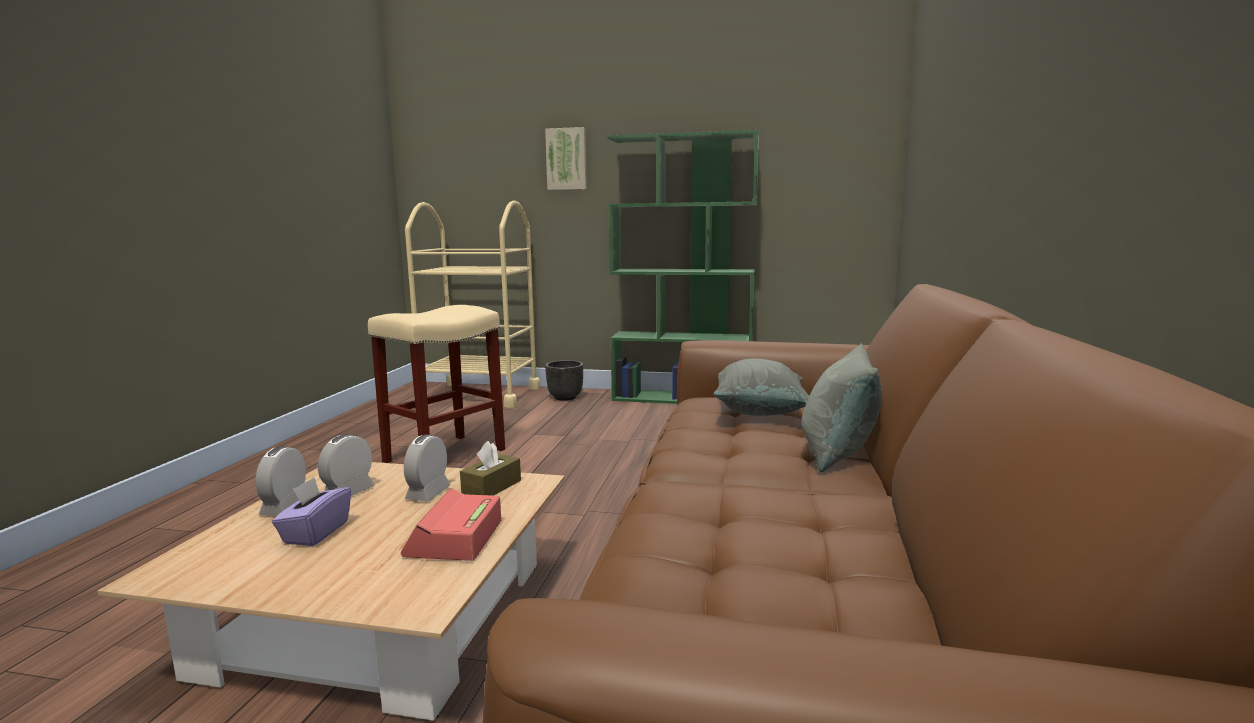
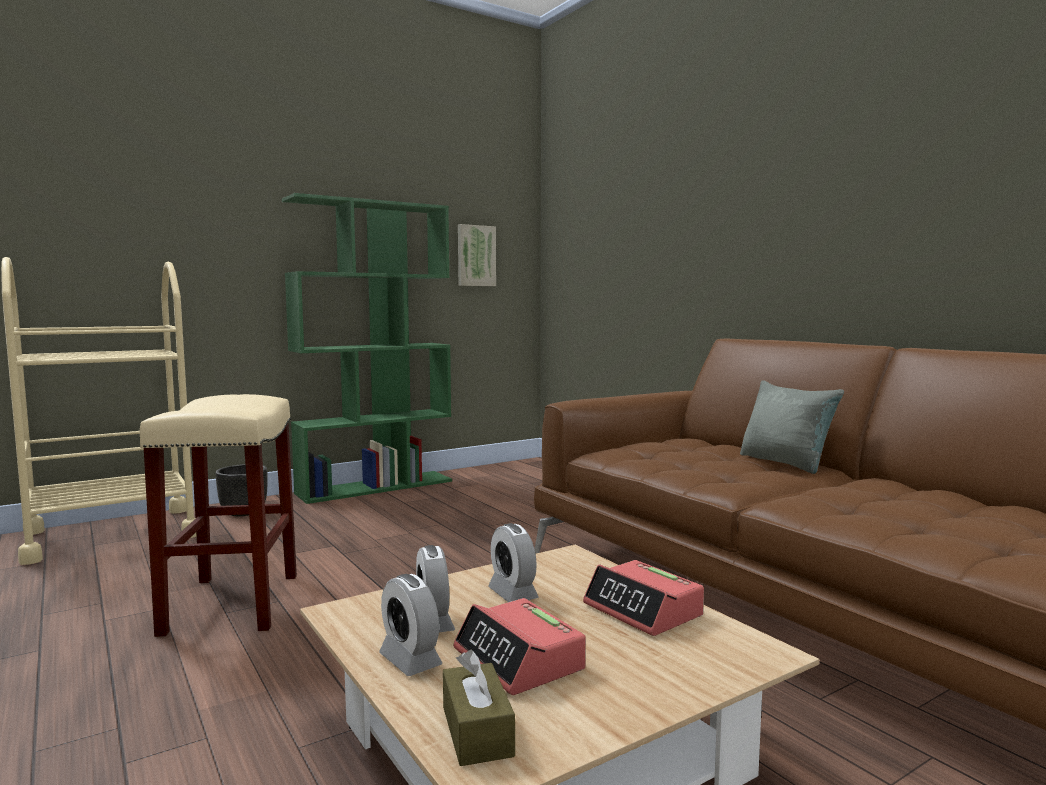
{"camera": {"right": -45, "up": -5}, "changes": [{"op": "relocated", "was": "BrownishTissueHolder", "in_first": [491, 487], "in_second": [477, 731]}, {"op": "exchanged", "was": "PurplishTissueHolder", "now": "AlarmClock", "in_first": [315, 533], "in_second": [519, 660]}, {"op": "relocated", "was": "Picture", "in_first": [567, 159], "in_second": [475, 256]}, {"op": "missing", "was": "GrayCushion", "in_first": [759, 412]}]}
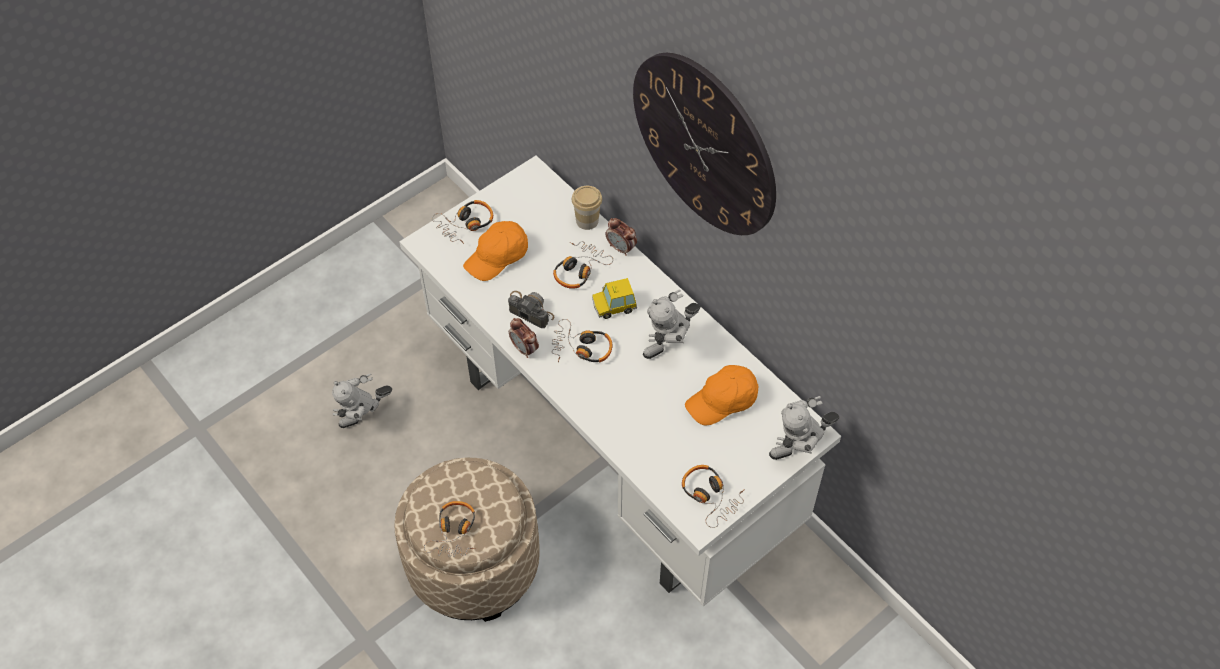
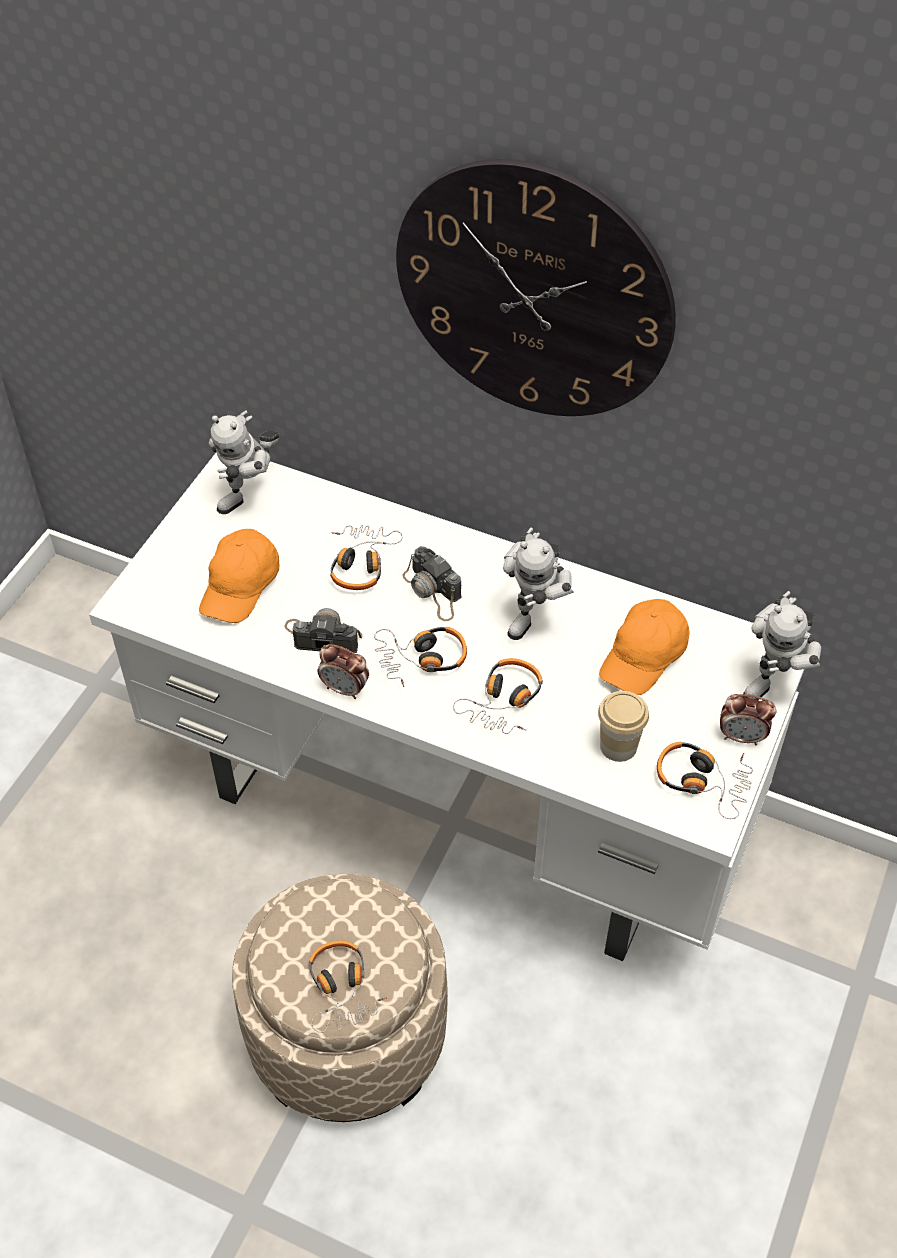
{"camera": {"right": -25, "up": -5}, "changes": [{"op": "relocated", "was": "ToyRobot", "in_first": [365, 419], "in_second": [251, 495]}, {"op": "exchanged", "was": "MiniatureCar", "now": "StillCamera", "in_first": [614, 306], "in_second": [433, 591]}, {"op": "relocated", "was": "Headset", "in_first": [466, 224], "in_second": [504, 702]}, {"op": "relocated", "was": "SmallCup", "in_first": [587, 220], "in_second": [618, 746]}, {"op": "relocated", "was": "AlarmClock", "in_first": [621, 248], "in_second": [742, 737]}]}
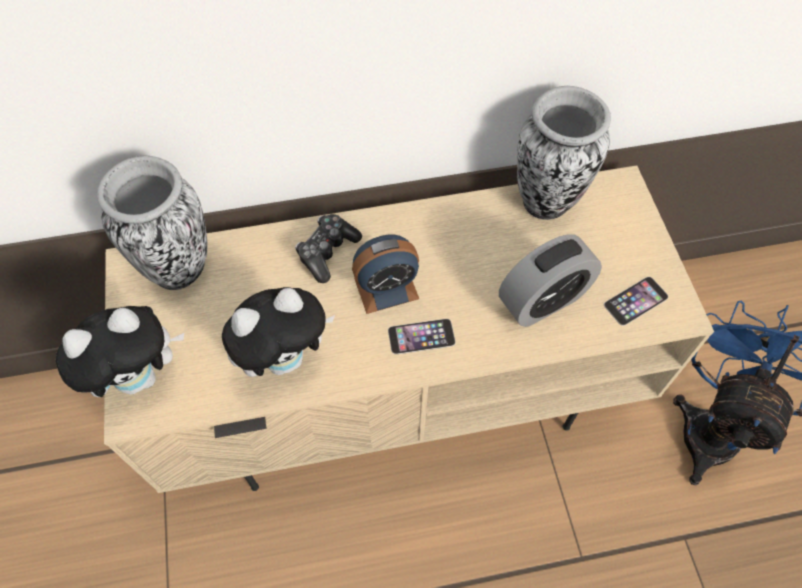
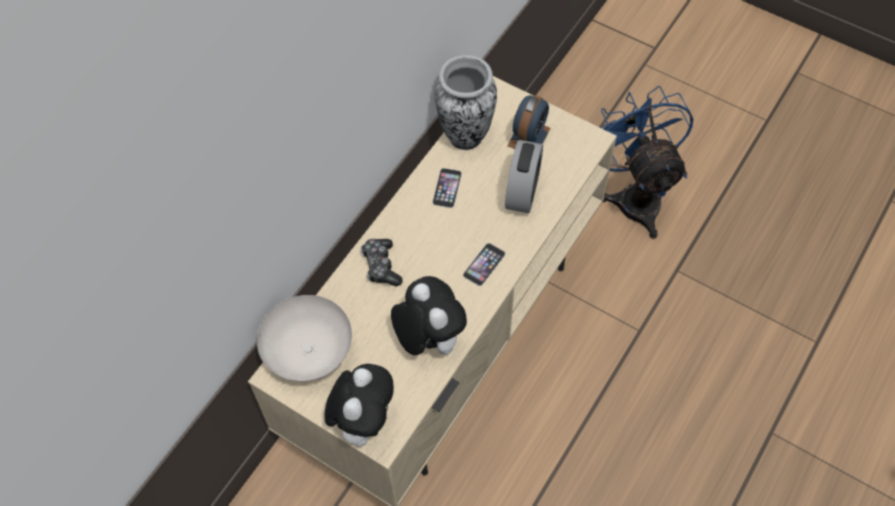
{"camera": {"right": -45, "up": 0}, "changes": [{"op": "exchanged", "was": "FlowerVase", "now": "WhitishServingBowl", "in_first": [179, 268], "in_second": [307, 350]}, {"op": "spun", "was": "CuddlyToy", "in_first": [286, 357], "in_second": [428, 339], "clockwise": -45}, {"op": "relocated", "was": "Handset", "in_first": [636, 301], "in_second": [447, 188]}, {"op": "relocated", "was": "AlarmClock", "in_first": [386, 288], "in_second": [529, 137]}]}
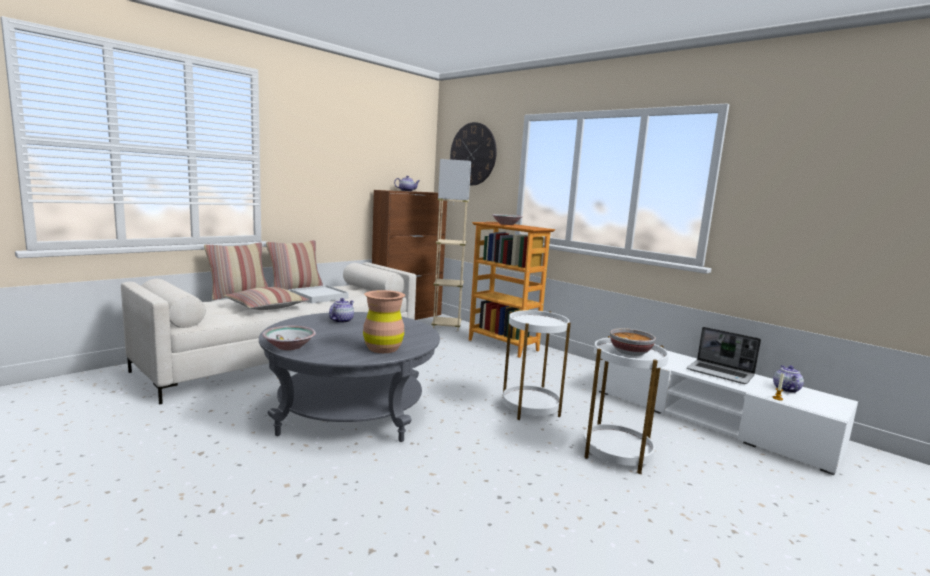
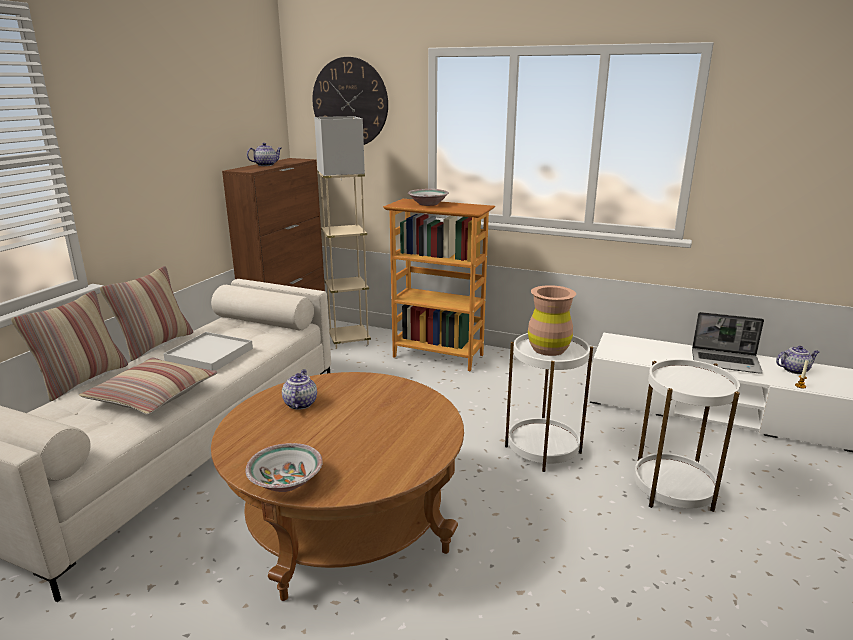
{"camera": {"right": -20, "up": 10}, "changes": [{"op": "colour", "was": "GrayLoungeTable", "now": "BrownishLoungeTable", "in_first": [351, 411], "in_second": [346, 521]}, {"op": "relocated", "was": "BrownishFlowerVase", "in_first": [383, 348], "in_second": [548, 349]}, {"op": "spun", "was": "Teapot", "in_first": [785, 389], "in_second": [794, 370], "clockwise": 90}, {"op": "missing", "was": "ServingBowl", "in_first": [630, 352]}]}
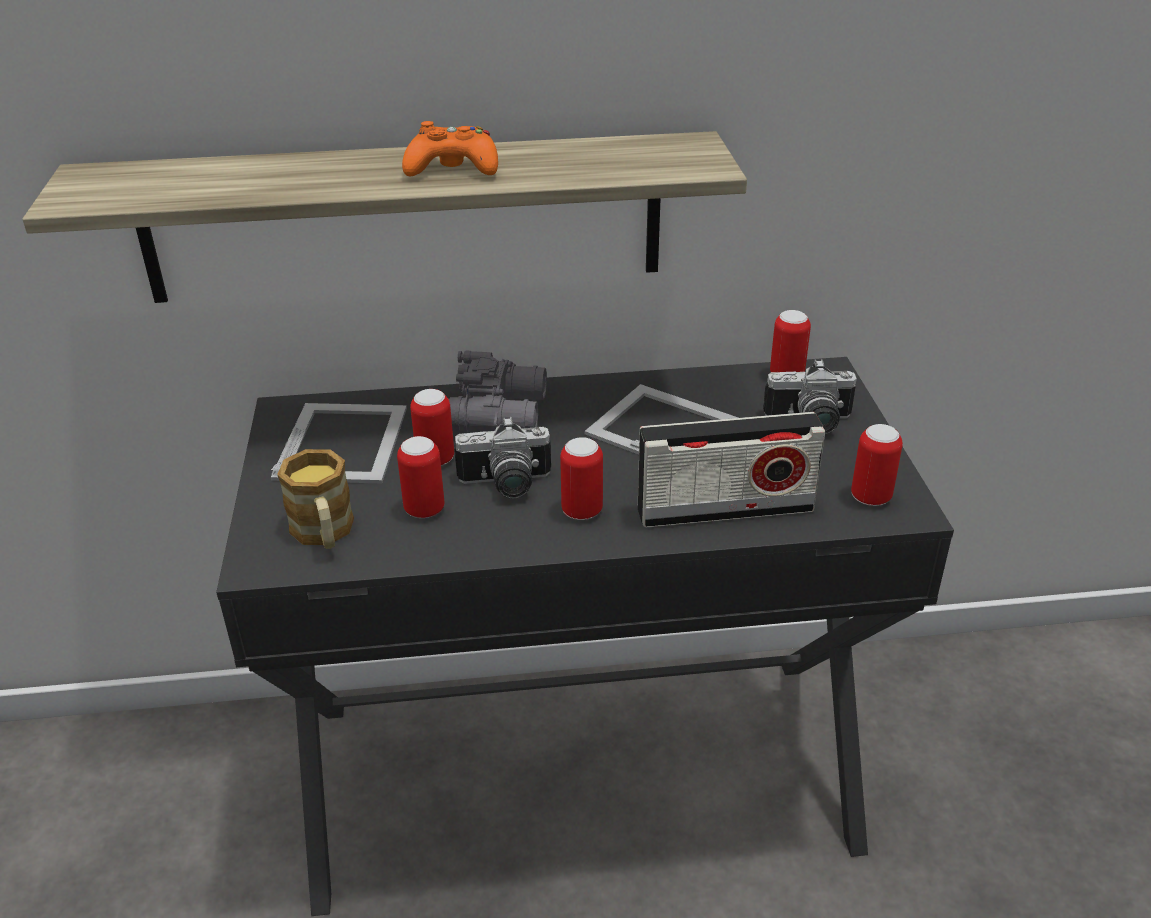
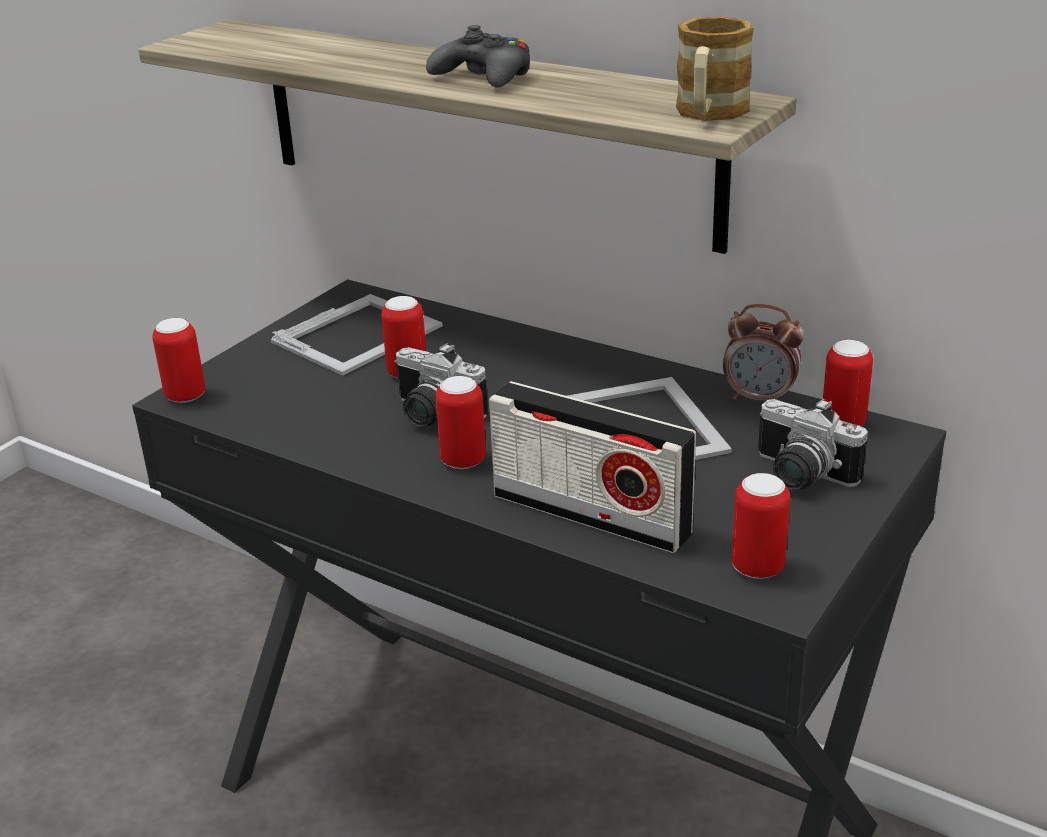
{"camera": {"right": 40, "up": -5}, "changes": [{"op": "relocated", "was": "MetalCan", "in_first": [424, 510], "in_second": [185, 396]}, {"op": "colour", "was": "OrangeyGameController", "now": "BlackColouredGameController", "in_first": [453, 168], "in_second": [484, 76]}, {"op": "relocated", "was": "TeaMug", "in_first": [324, 534], "in_second": [709, 114]}, {"op": "appeared", "now": "AlarmClock", "in_second": [760, 398]}, {"op": "missing", "was": "GrayBinoculars", "in_first": [502, 412]}]}
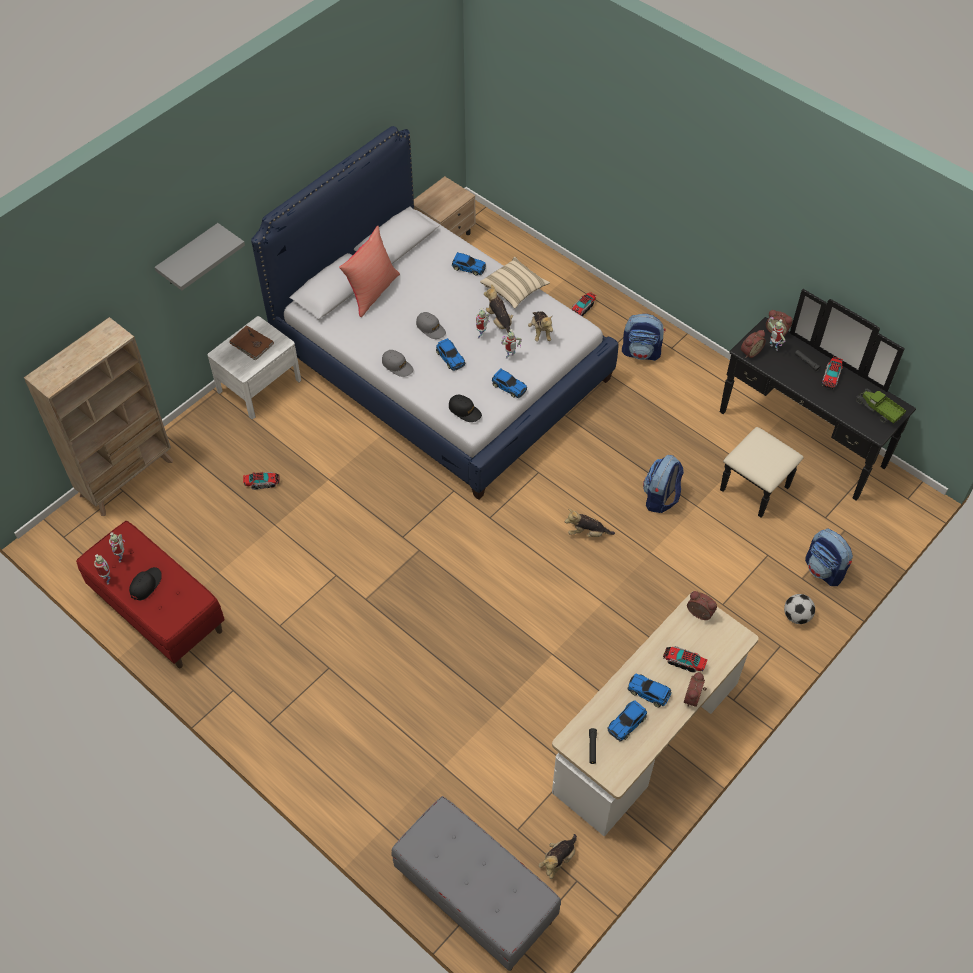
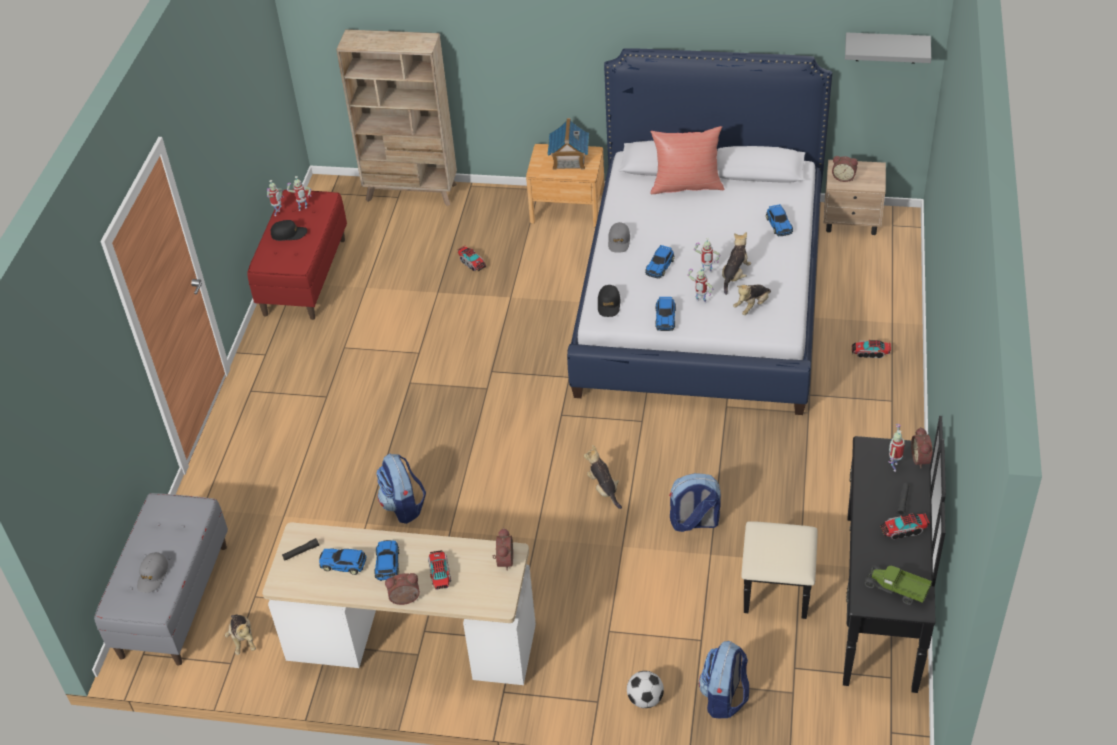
{"camera": {"right": 60, "up": -10}, "changes": [{"op": "relocated", "was": "GrayBaseballCap", "in_first": [431, 328], "in_second": [153, 575]}, {"op": "spun", "was": "CuddlyToy", "in_first": [558, 860], "in_second": [243, 639], "clockwise": -120}, {"op": "relocated", "was": "Backpack", "in_first": [641, 352], "in_second": [403, 506]}, {"op": "colour", "was": "WhitishBedsideTable", "now": "BrownishBedsideTable", "in_first": [259, 385], "in_second": [567, 208]}, {"op": "exchanged", "was": "BrownishBook", "now": "ModelHouse", "in_first": [251, 344], "in_second": [569, 160]}, {"op": "relocated", "was": "AlarmClock", "in_first": [750, 351], "in_second": [843, 177]}, {"op": "relocated", "was": "GrayWallShelf", "in_first": [189, 256], "in_second": [886, 48]}, {"op": "spun", "was": "ToyLorry", "in_first": [878, 410], "in_second": [896, 590], "clockwise": -75}, {"op": "missing", "was": "BeigeColouredCushion", "in_first": [514, 289]}]}
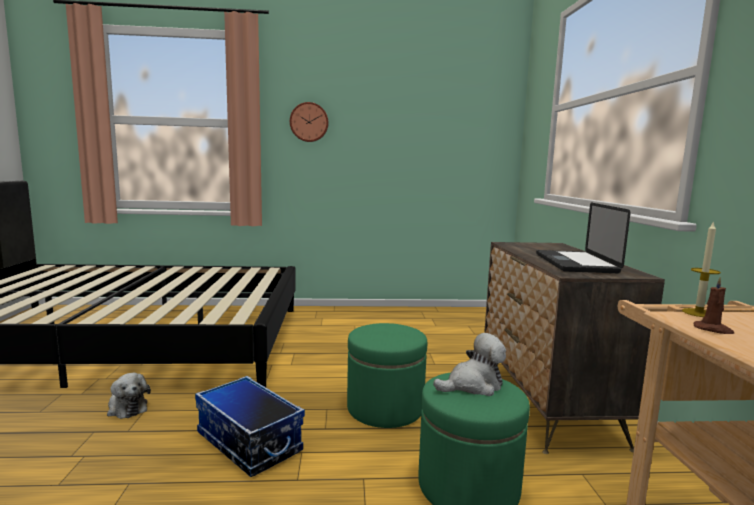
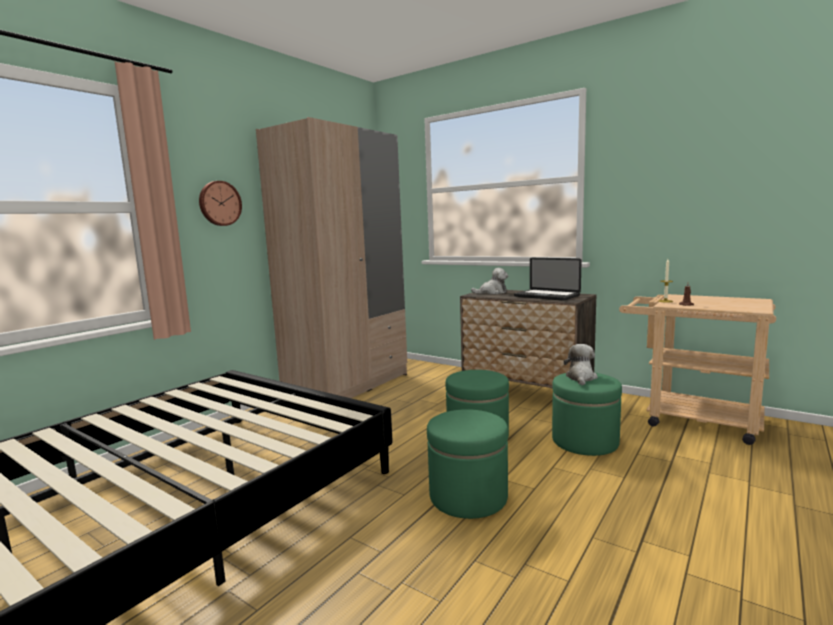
{"camera": {"right": -50, "up": 0}, "changes": [{"op": "appeared", "now": "BeigeColouredArmoire", "in_second": [348, 385]}, {"op": "exchanged", "was": "StorageContainer", "now": "GreenPouffe", "in_first": [247, 443], "in_second": [468, 496]}, {"op": "relocated", "was": "CuddlyToy", "in_first": [126, 408], "in_second": [492, 292]}]}
